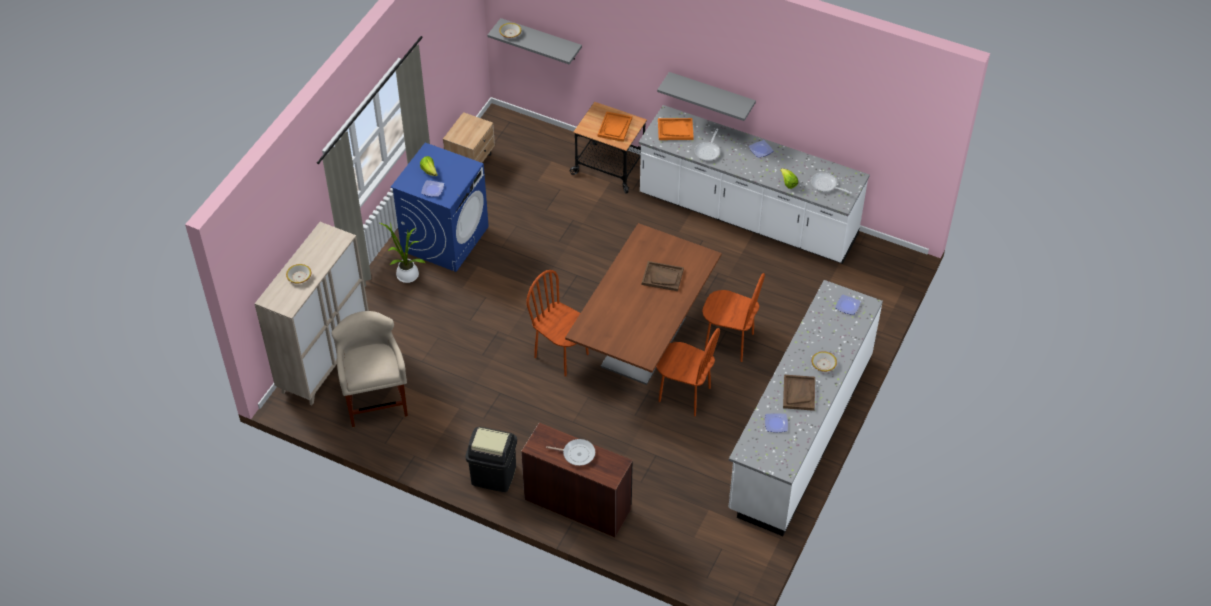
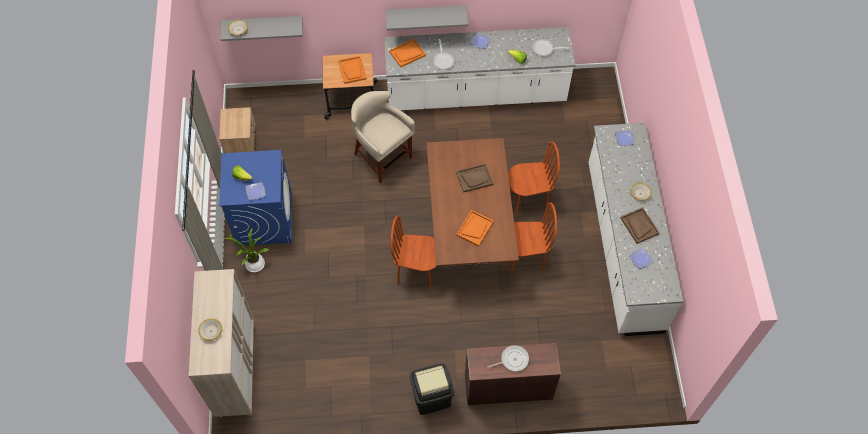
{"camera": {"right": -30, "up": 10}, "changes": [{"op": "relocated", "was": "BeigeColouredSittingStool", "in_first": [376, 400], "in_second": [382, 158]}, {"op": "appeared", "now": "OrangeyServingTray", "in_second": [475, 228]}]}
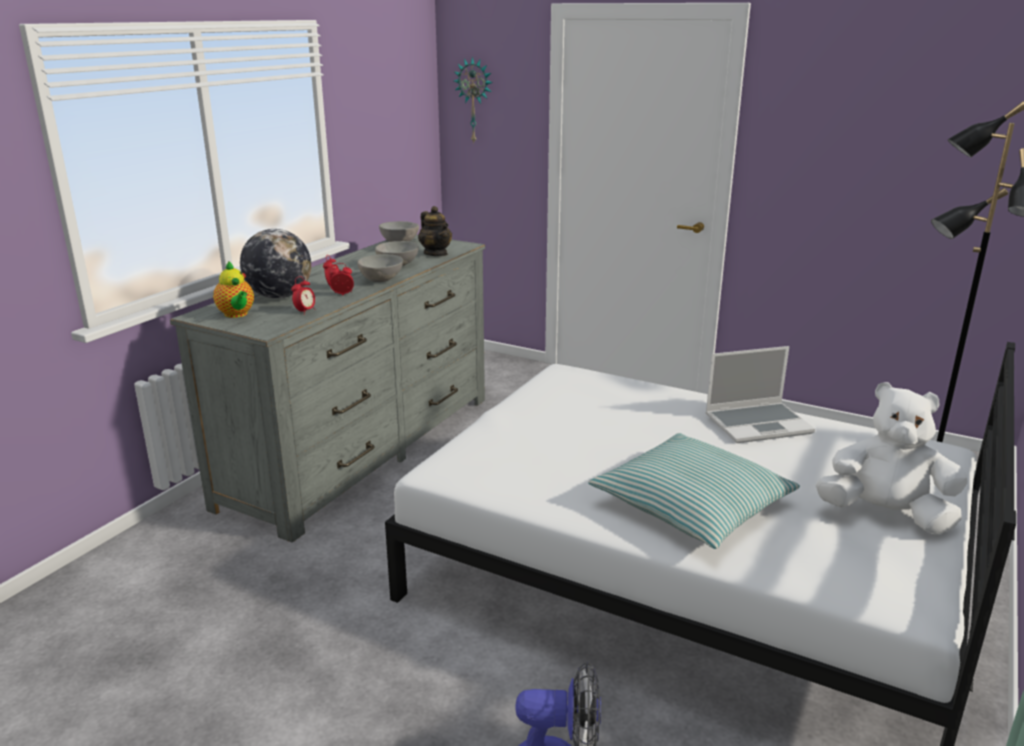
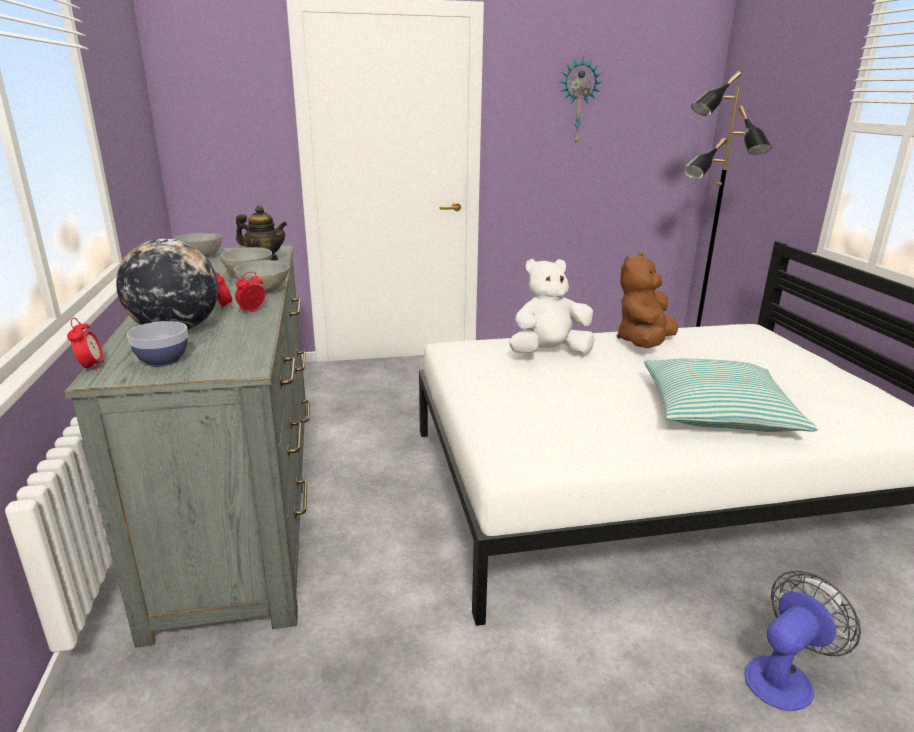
{"camera": {"right": -40, "up": 0}, "changes": [{"op": "relocated", "was": "AlarmClock", "in_first": [305, 311], "in_second": [91, 367]}, {"op": "exchanged", "was": "Teapot", "now": "ServingBowl", "in_first": [237, 314], "in_second": [162, 360]}, {"op": "relocated", "was": "WhitishCuddlyToy", "in_first": [885, 515], "in_second": [549, 353]}, {"op": "relocated", "was": "HangingClock", "in_first": [474, 100], "in_second": [578, 101]}, {"op": "exchanged", "was": "PortableComputer", "now": "BrownishCuddlyToy", "in_first": [758, 424], "in_second": [644, 343]}]}
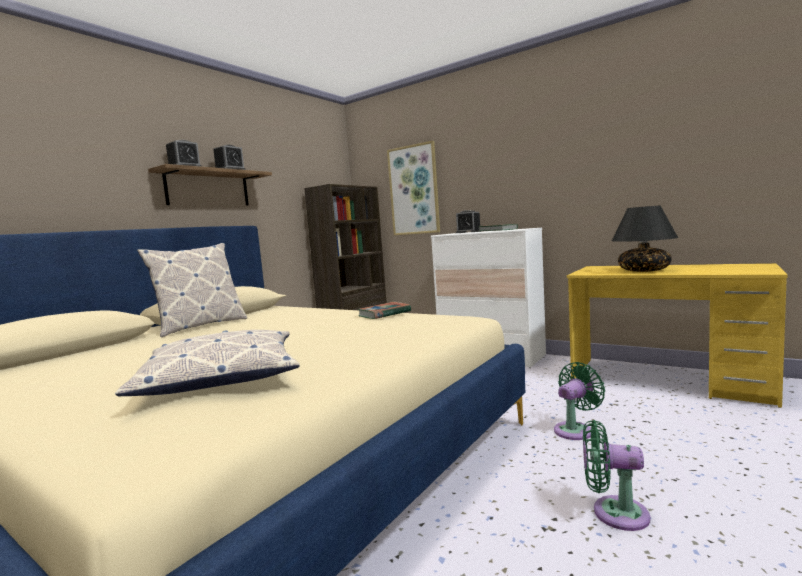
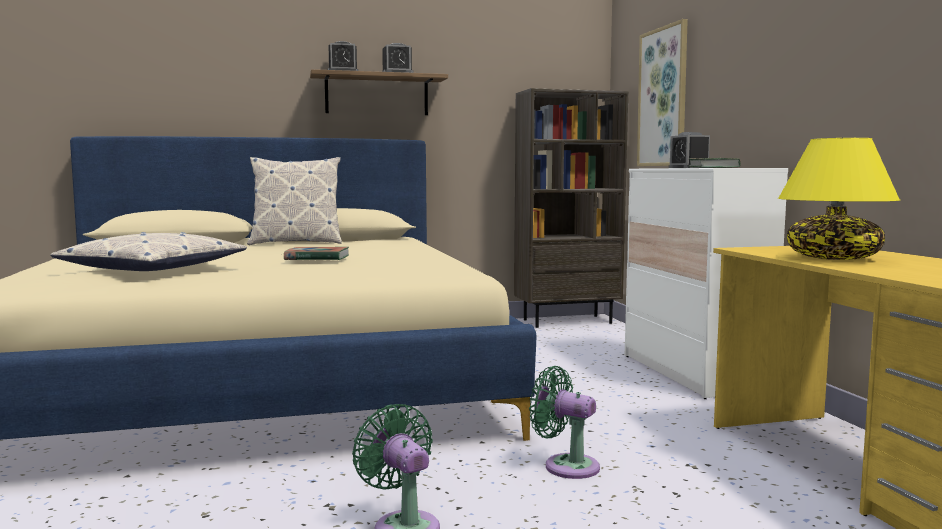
{"camera": {"right": 40, "up": 0}, "changes": [{"op": "relocated", "was": "Book", "in_first": [384, 314], "in_second": [317, 258]}, {"op": "spun", "was": "GreenCoolingFan", "in_first": [575, 430], "in_second": [566, 466], "clockwise": -150}, {"op": "colour", "was": "BlackColouredTabletopLamp", "now": "YellowTabletopLamp", "in_first": [644, 271], "in_second": [833, 258]}]}
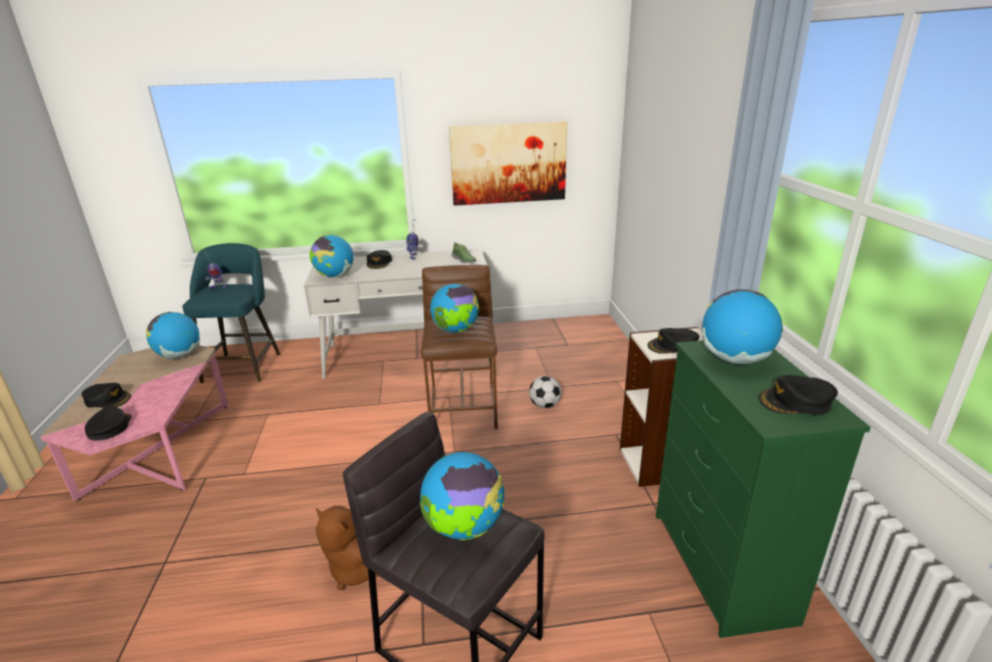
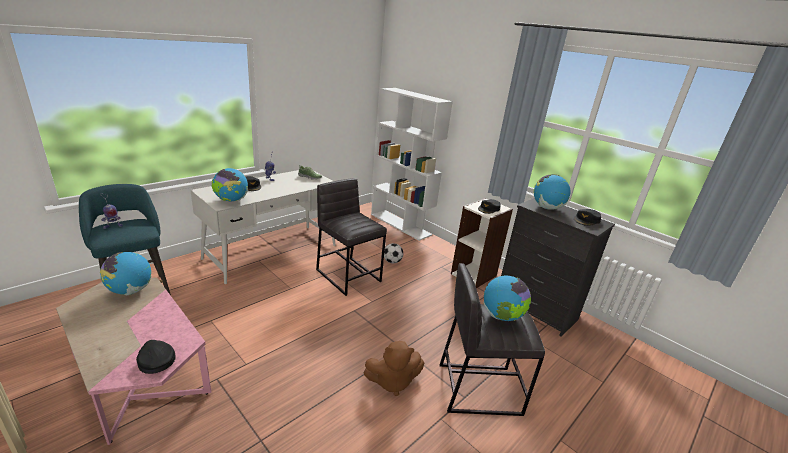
{"camera": {"right": -40, "up": 0}, "changes": [{"op": "colour", "was": "BrownishSittingStool", "now": "GraySittingStool", "in_first": [464, 407], "in_second": [348, 275]}, {"op": "appeared", "now": "WhitishBookshelf", "in_second": [401, 224]}, {"op": "colour", "was": "GreenDresser", "now": "BlackColouredDresser", "in_first": [720, 566], "in_second": [536, 310]}, {"op": "missing", "was": "BlackColouredBaseballCap", "in_first": [108, 399]}, {"op": "missing", "was": "Globe", "in_first": [456, 330]}, {"op": "missing", "was": "Picture", "in_first": [508, 163]}]}
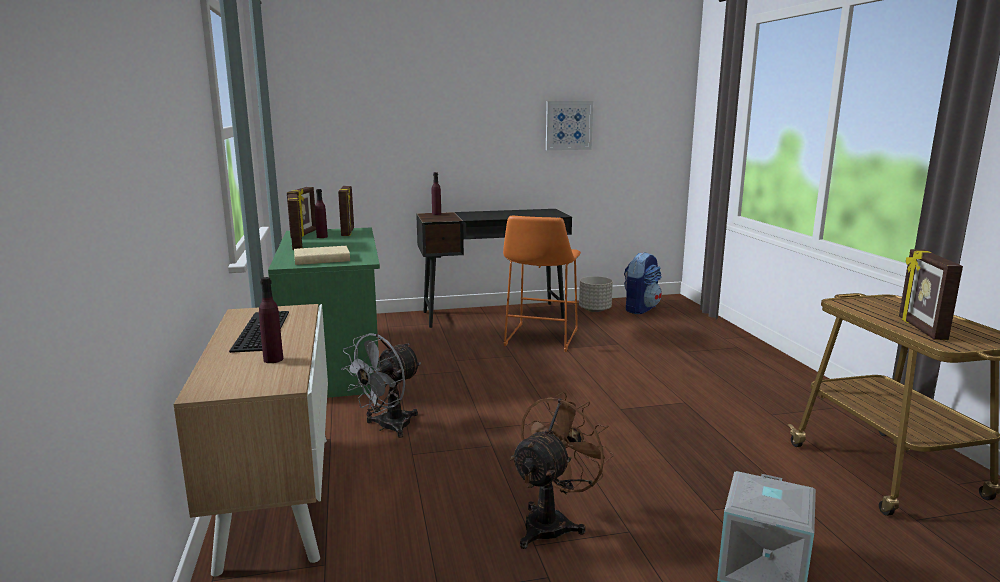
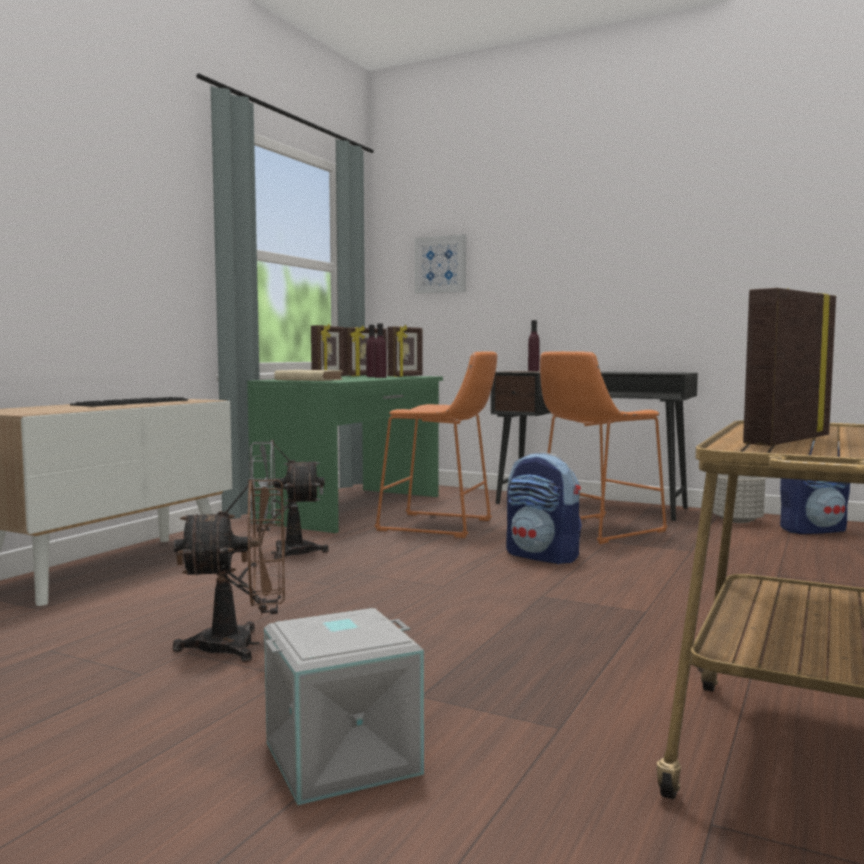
{"camera": {"right": 40, "up": -10}, "changes": [{"op": "relocated", "was": "PurplishBottle", "in_first": [273, 359], "in_second": [380, 377]}, {"op": "appeared", "now": "OrangeySittingStool", "in_second": [441, 526]}, {"op": "relocated", "was": "Picture", "in_first": [568, 125], "in_second": [441, 265]}, {"op": "appeared", "now": "Backpack", "in_second": [543, 556]}]}
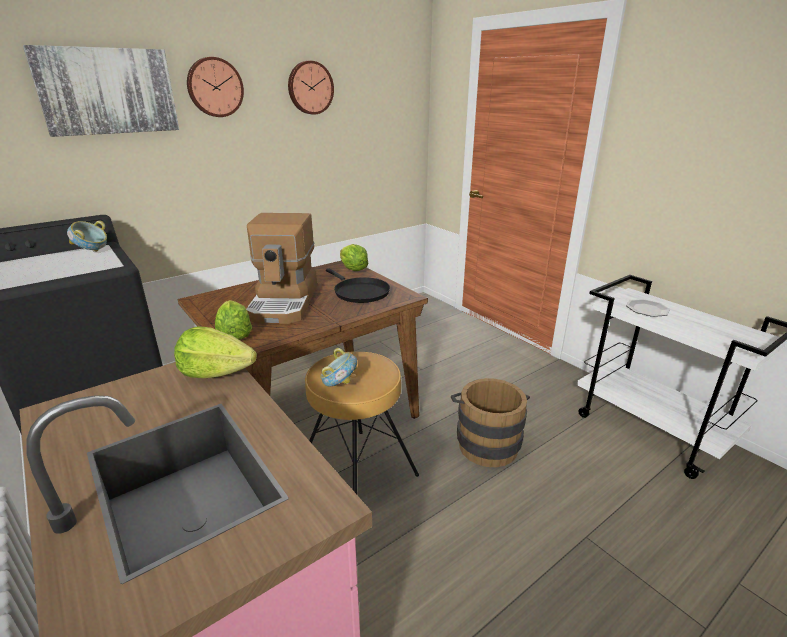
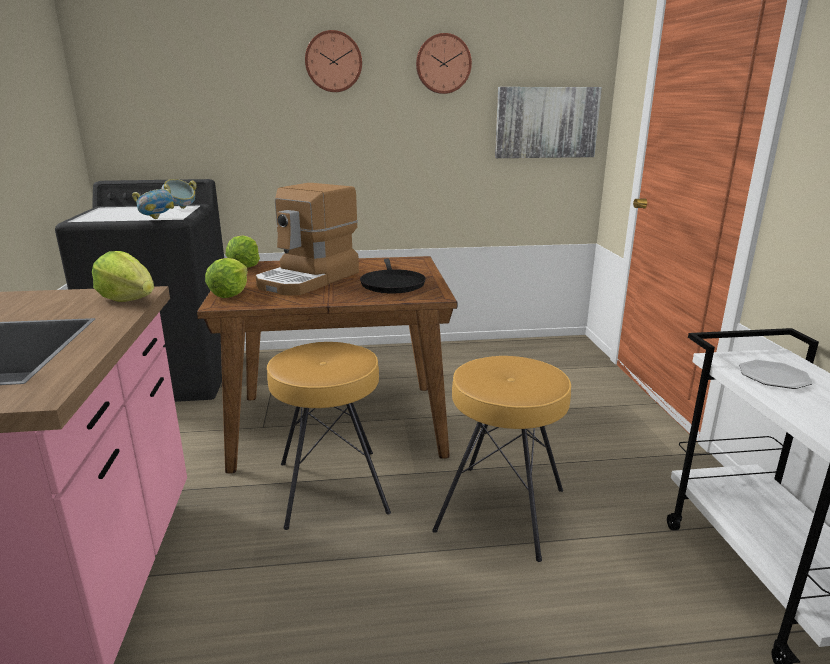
{"camera": {"right": 30, "up": -5}, "changes": [{"op": "relocated", "was": "ServingBowl", "in_first": [339, 385], "in_second": [158, 219]}, {"op": "relocated", "was": "Lettuce", "in_first": [353, 269], "in_second": [244, 267]}, {"op": "exchanged", "was": "BrownishBucket", "now": "BrownishSittingStool", "in_first": [486, 442], "in_second": [502, 510]}, {"op": "relocated", "was": "Picture", "in_first": [108, 91], "in_second": [546, 122]}]}
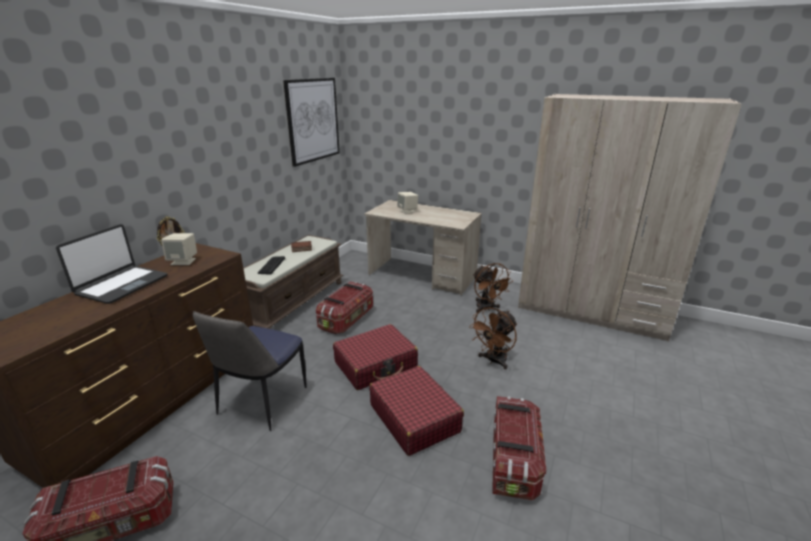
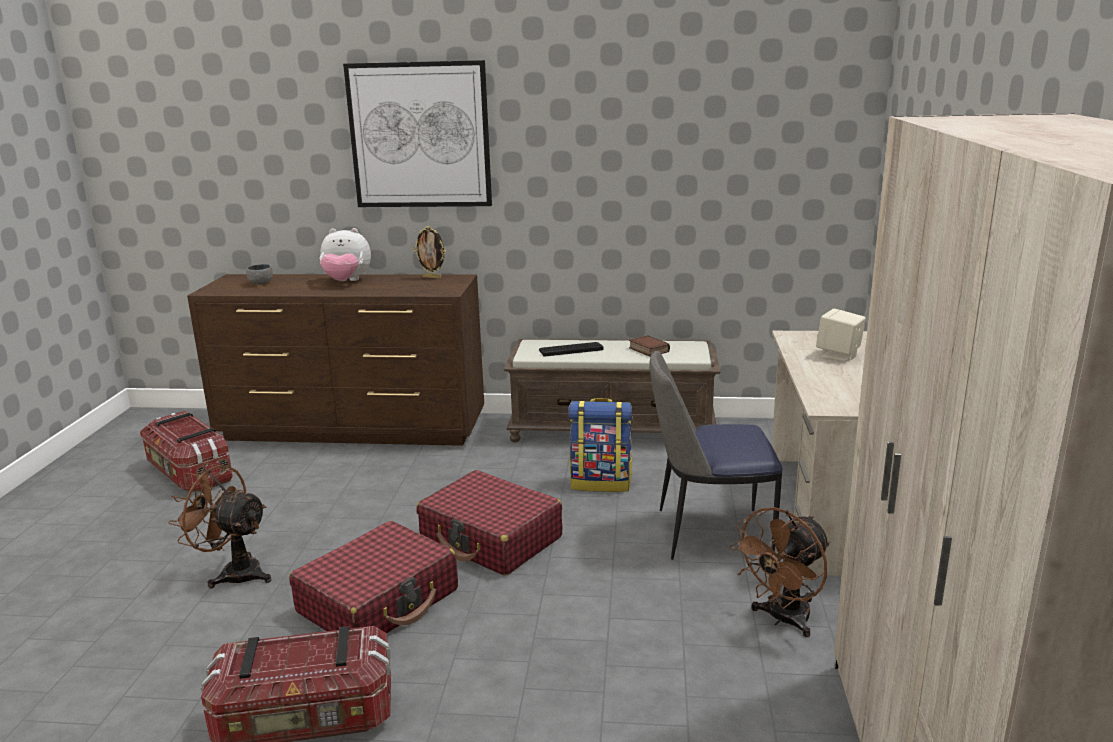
{"camera": {"right": 70, "up": -5}, "changes": [{"op": "relocated", "was": "BrownishCoolingFan", "in_first": [493, 361], "in_second": [233, 573]}, {"op": "appeared", "now": "GrayServingBowl", "in_second": [261, 283]}, {"op": "exchanged", "was": "PortableComputer", "now": "CuddlyToy", "in_first": [121, 285], "in_second": [346, 282]}, {"op": "relocated", "was": "Picture", "in_first": [313, 120], "in_second": [420, 135]}, {"op": "exchanged", "was": "StorageContainer", "now": "Backpack", "in_first": [347, 319], "in_second": [601, 482]}, {"op": "relocated", "was": "UprightChair", "in_first": [261, 402], "in_second": [709, 533]}, {"op": "missing", "was": "BeigeColouredLoudspeaker", "in_first": [183, 261]}]}
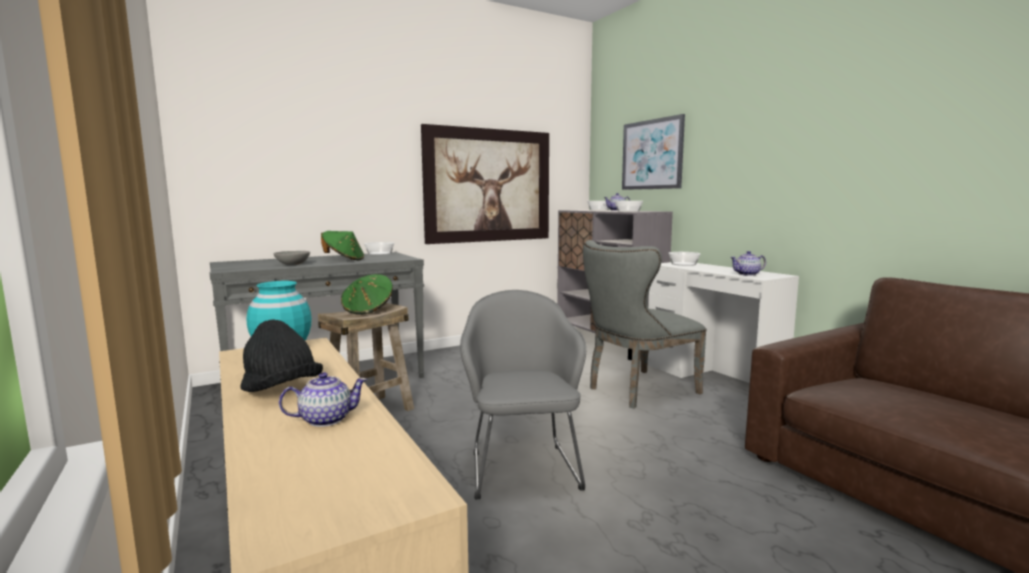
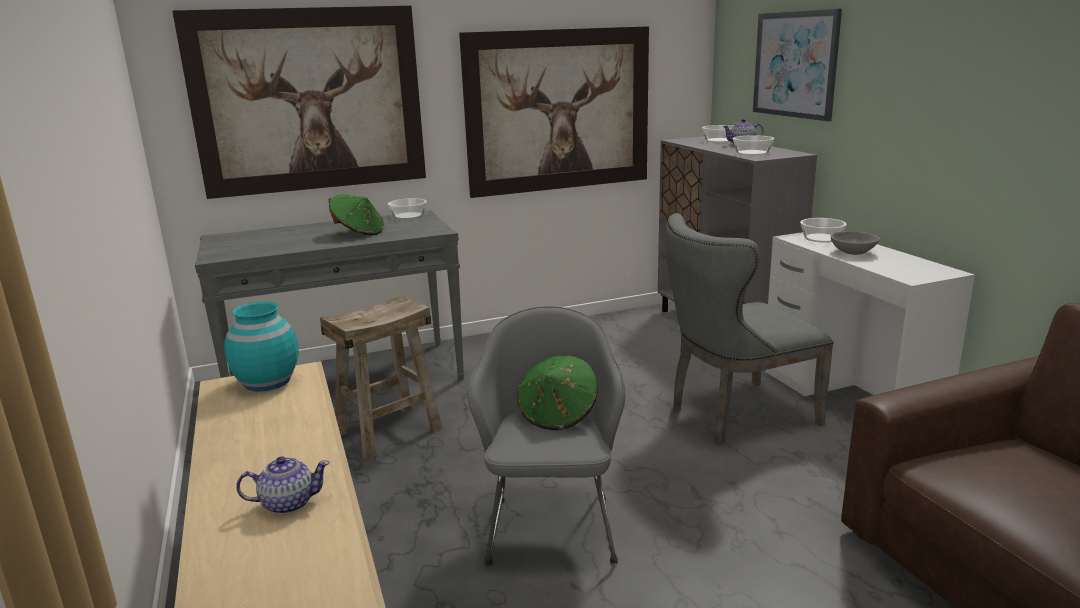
{"camera": {"right": 10, "up": 10}, "changes": [{"op": "appeared", "now": "Picture", "in_second": [309, 101]}, {"op": "relocated", "was": "GreenWearableHat", "in_first": [368, 310], "in_second": [558, 414]}, {"op": "relocated", "was": "GrayServingBowl", "in_first": [293, 264], "in_second": [853, 252]}, {"op": "missing", "was": "BlackColouredWearableHat", "in_first": [281, 391]}, {"op": "missing", "was": "Teapot", "in_first": [747, 274]}]}
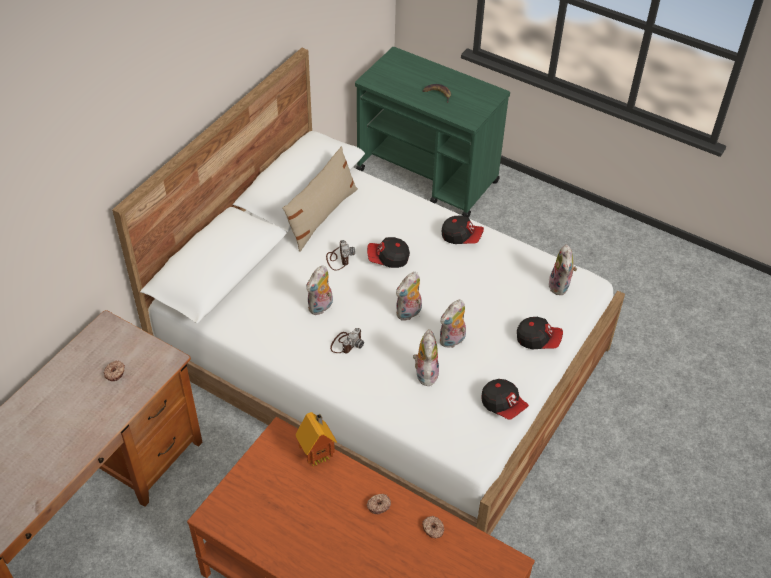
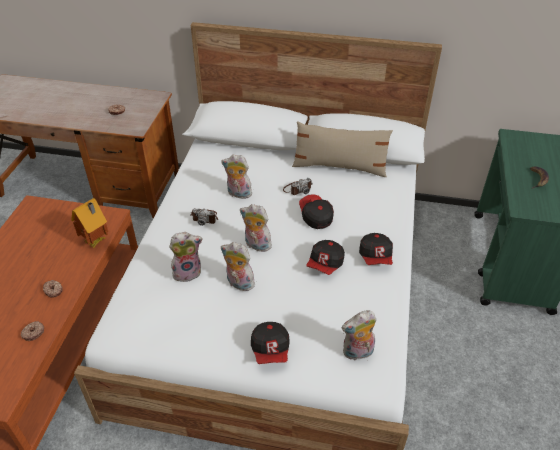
{"camera": {"right": 70, "up": -5}, "changes": [{"op": "relocated", "was": "BaseballCap", "in_first": [503, 405], "in_second": [325, 264]}]}
